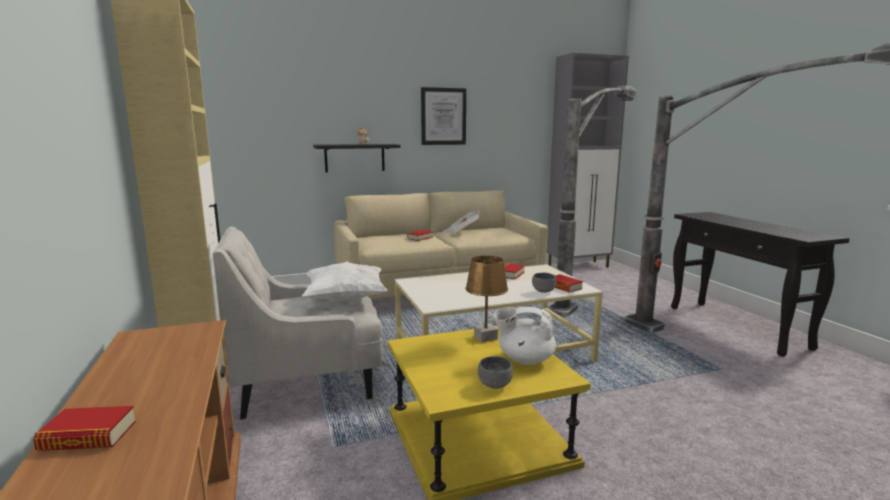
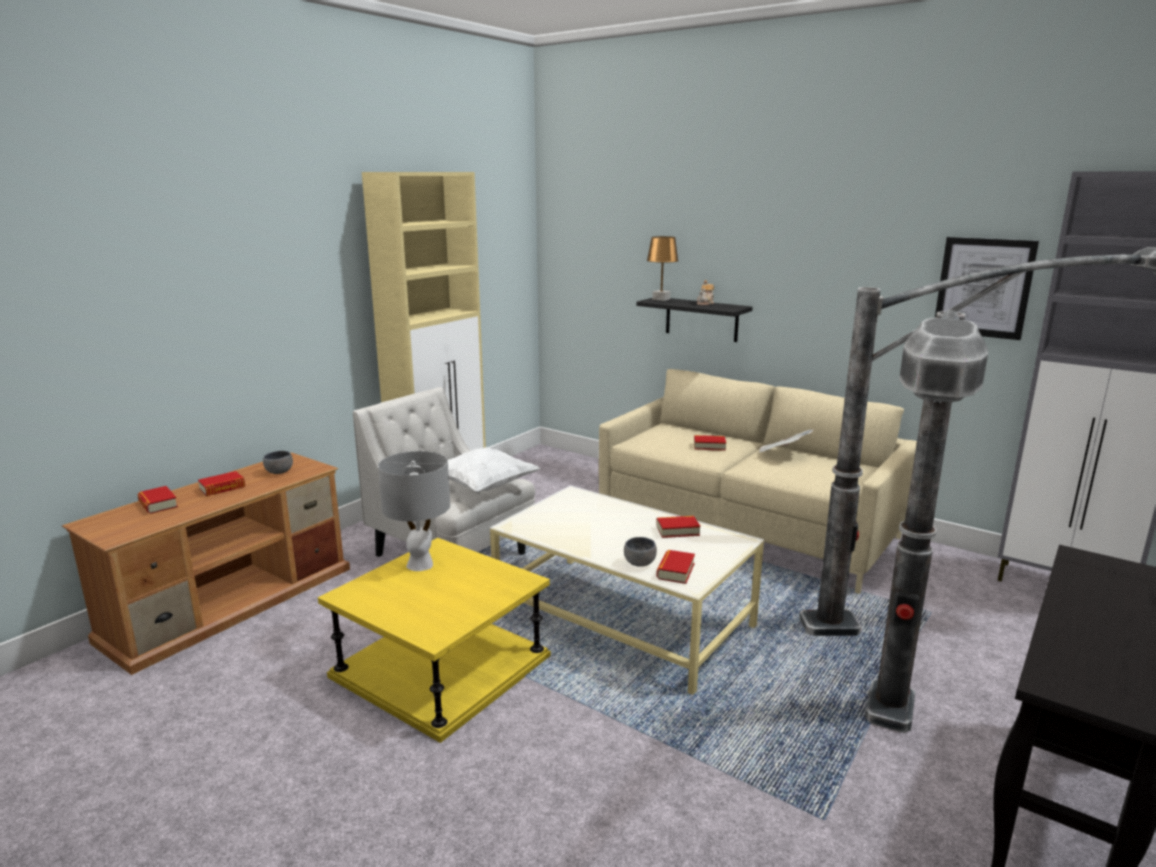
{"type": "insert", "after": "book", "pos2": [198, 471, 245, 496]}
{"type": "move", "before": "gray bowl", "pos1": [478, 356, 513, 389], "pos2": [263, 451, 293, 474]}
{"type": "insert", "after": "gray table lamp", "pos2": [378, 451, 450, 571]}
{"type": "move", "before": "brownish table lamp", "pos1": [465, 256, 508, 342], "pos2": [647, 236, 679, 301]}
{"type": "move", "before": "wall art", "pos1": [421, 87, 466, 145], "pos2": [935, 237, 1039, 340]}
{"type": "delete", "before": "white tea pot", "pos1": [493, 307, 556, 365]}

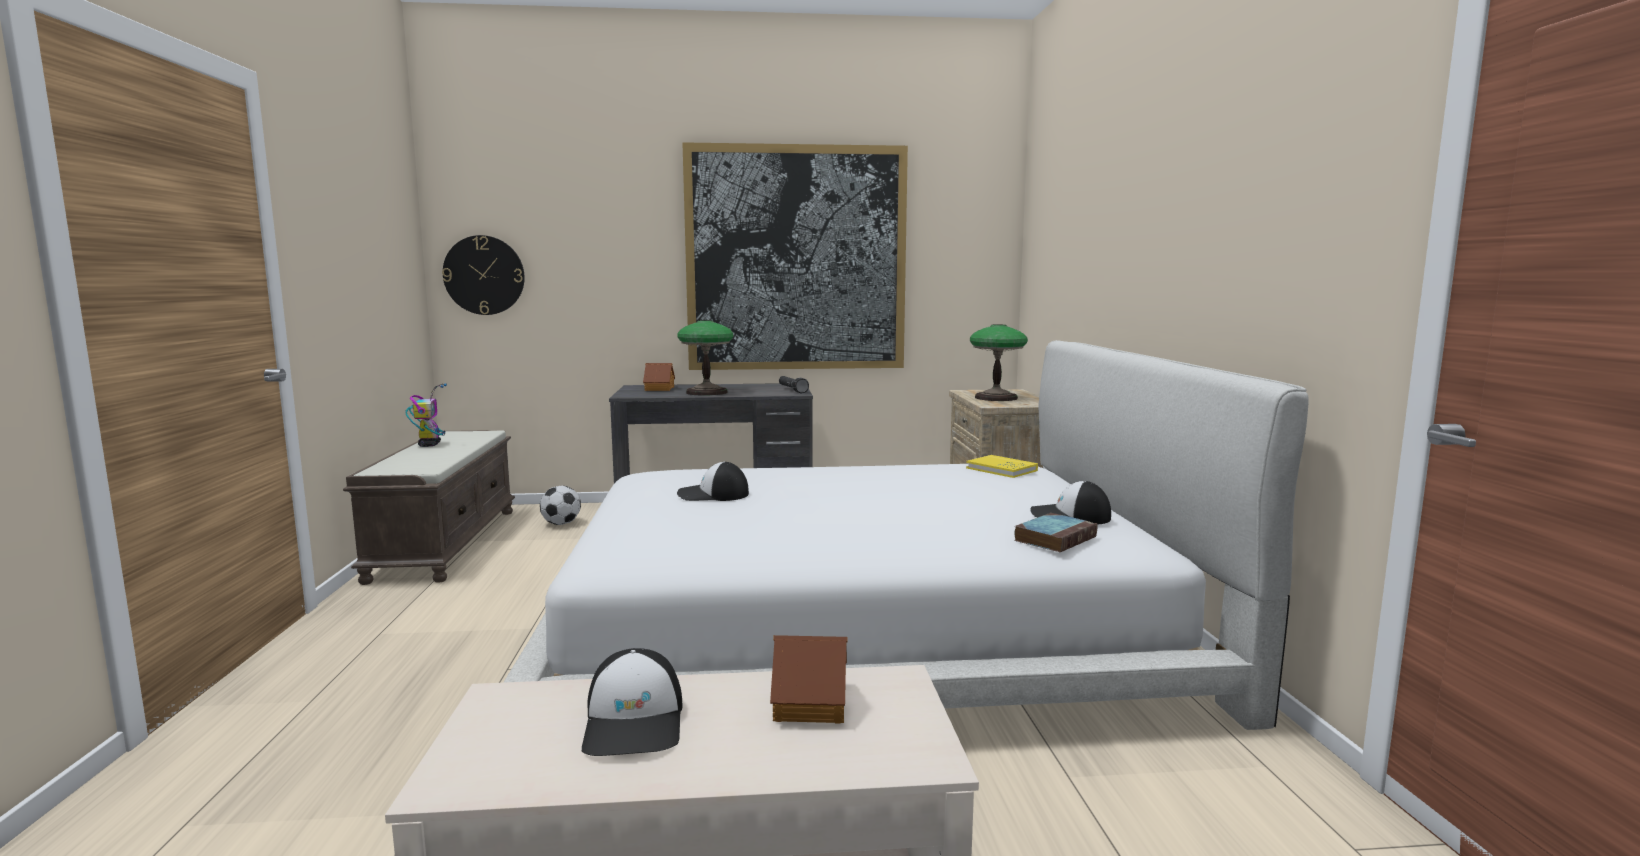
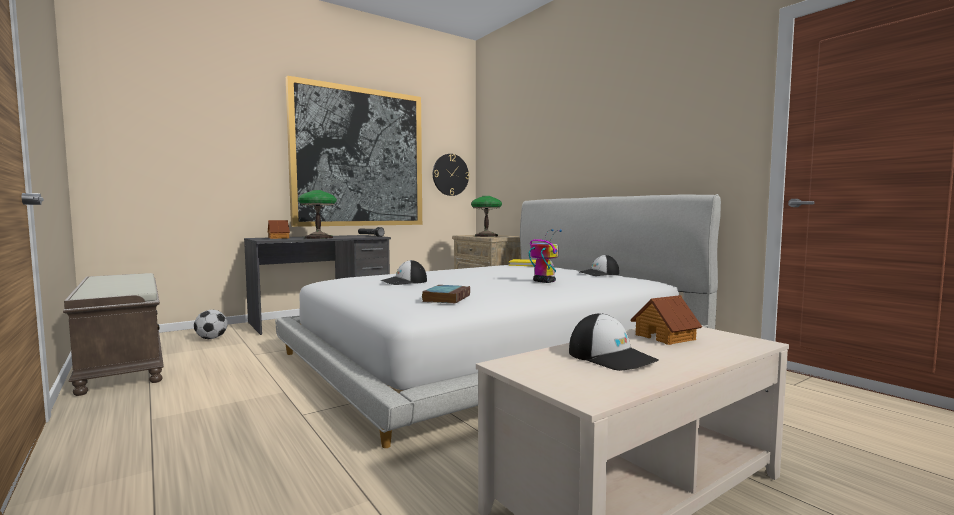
{"type": "move", "before": "book", "pos1": [1014, 513, 1098, 552], "pos2": [422, 285, 470, 304]}
{"type": "move", "before": "wall clock", "pos1": [442, 235, 525, 315], "pos2": [433, 154, 469, 196]}
{"type": "move", "before": "model robot", "pos1": [405, 383, 447, 447], "pos2": [529, 229, 562, 283]}

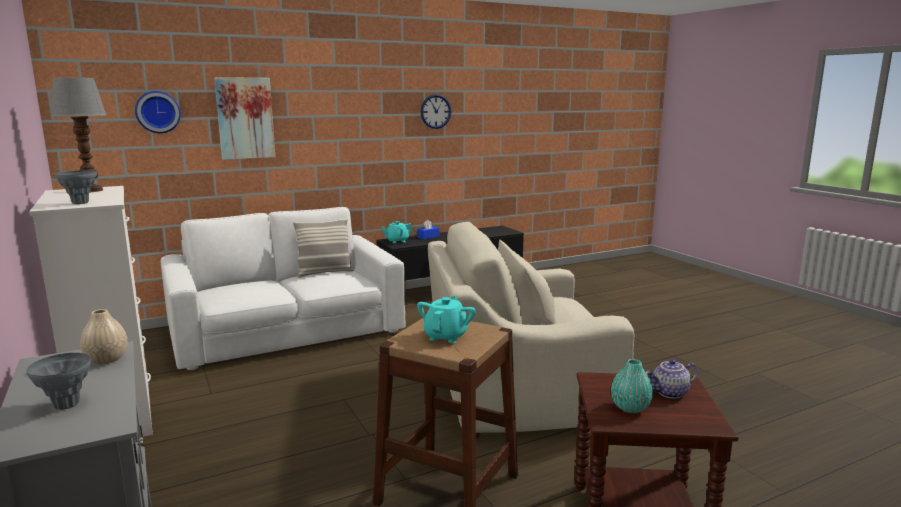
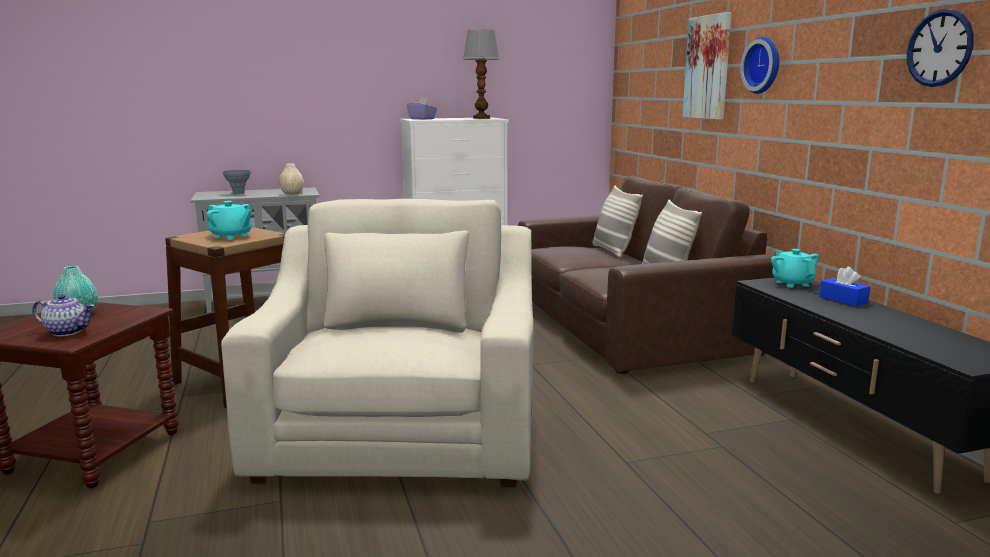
{"type": "rotate", "before": "tea pot", "pos1": [646, 359, 698, 399], "pos2": [32, 294, 94, 336], "turn": 105}
{"type": "replace", "before": "gray flower vase", "after": "purple-coloured tissue holder", "pos1": [54, 170, 97, 204], "pos2": [407, 97, 437, 120]}
{"type": "recolor", "before": "white settee", "after": "brownish settee", "pos1": [160, 207, 405, 370], "pos2": [518, 176, 776, 374]}
{"type": "insert", "after": "cushion", "pos2": [592, 185, 643, 258]}
{"type": "move", "before": "wall clock", "pos1": [135, 91, 181, 133], "pos2": [740, 37, 779, 94]}

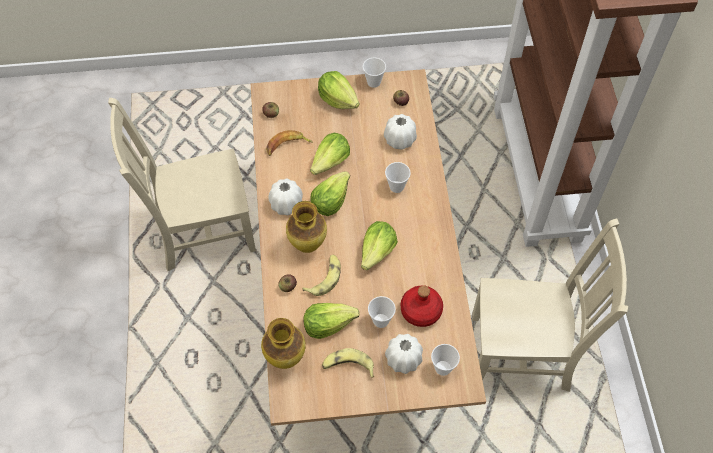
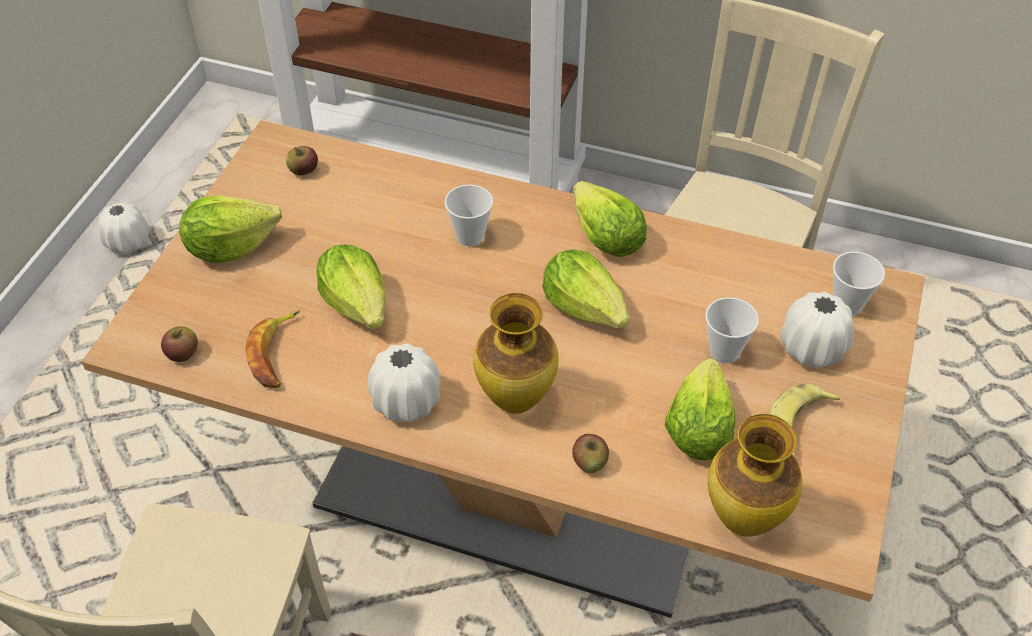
{"type": "move", "before": "white flower vase", "pos1": [384, 114, 417, 149], "pos2": [98, 202, 150, 254]}
{"type": "move", "before": "lettuce head", "pos1": [310, 171, 350, 216], "pos2": [574, 181, 647, 257]}
{"type": "delete", "before": "banana", "pos1": [302, 254, 341, 296]}
{"type": "delete", "before": "cup", "pos1": [363, 58, 386, 88]}
{"type": "delete", "before": "red bottle", "pos1": [401, 285, 443, 327]}

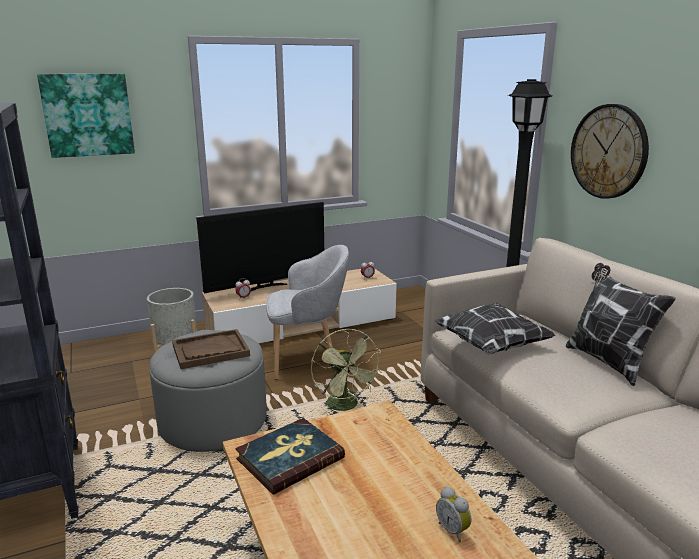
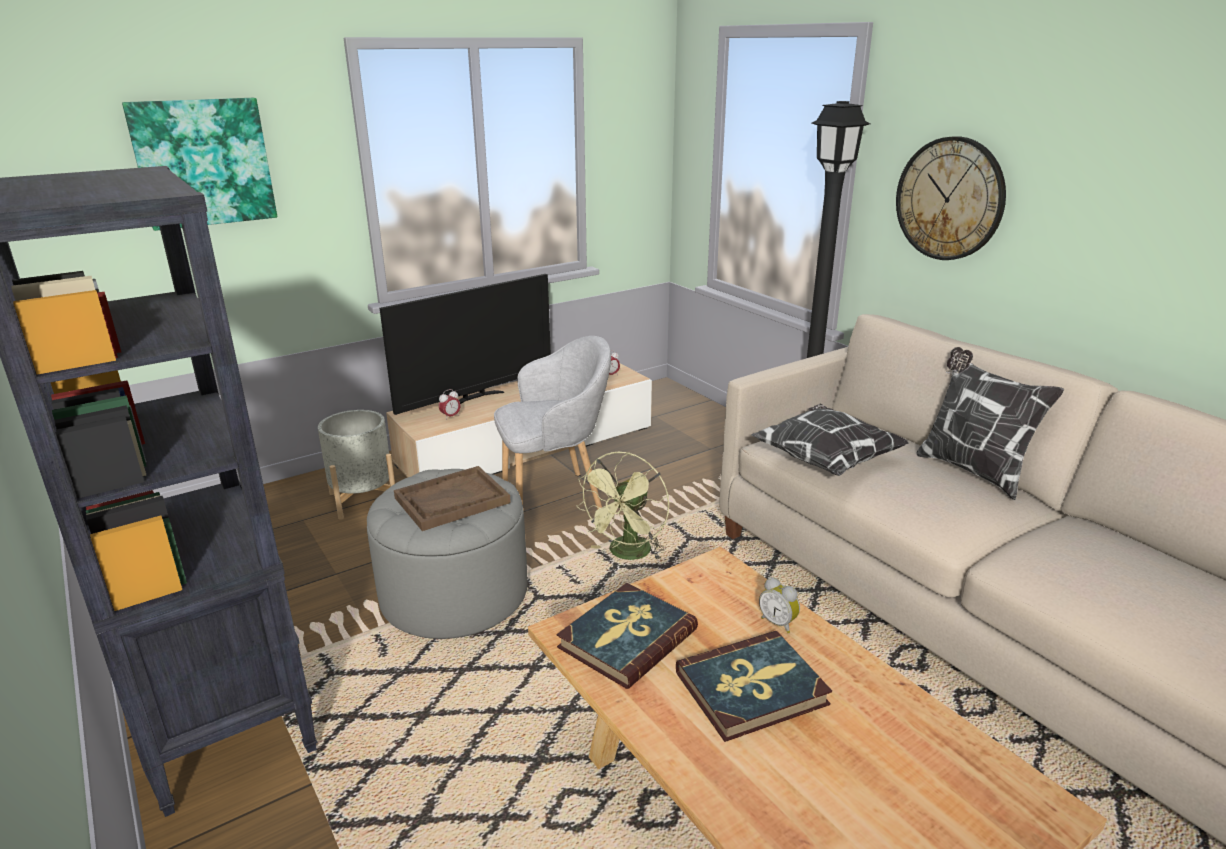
{"type": "rotate", "before": "greenish electric fan", "pos1": [311, 329, 382, 415], "pos2": [576, 452, 669, 561], "turn": 60}
{"type": "insert", "after": "book", "pos2": [676, 631, 832, 742]}
{"type": "move", "before": "alarm clock", "pos1": [436, 487, 471, 542], "pos2": [759, 577, 800, 633]}

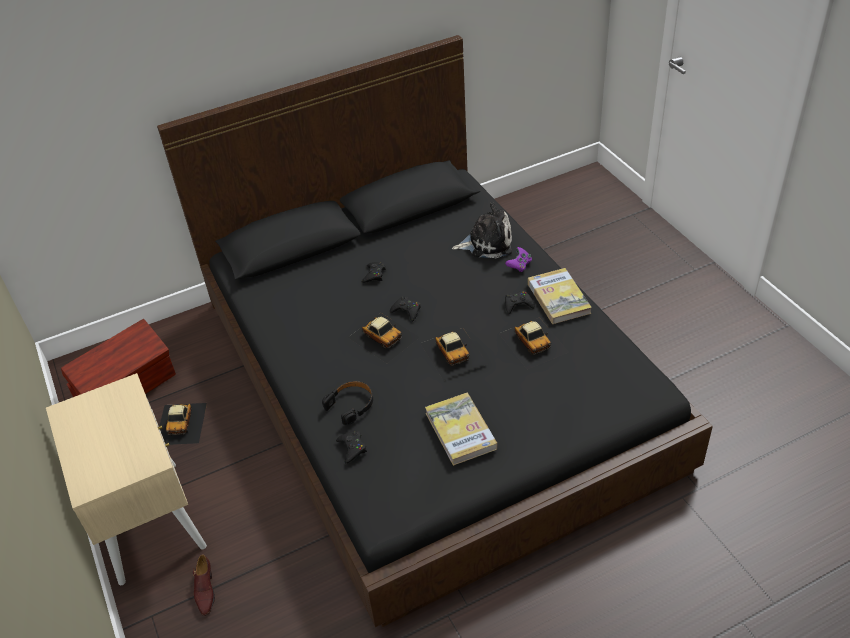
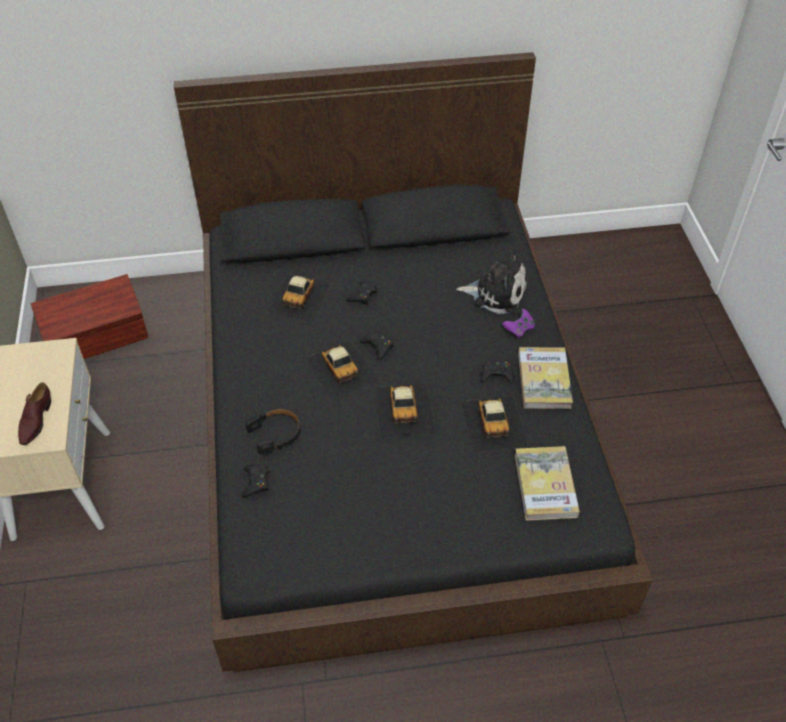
{"type": "move", "before": "brownish low shoe", "pos1": [193, 554, 215, 616], "pos2": [18, 382, 51, 445]}
{"type": "move", "before": "miniature car", "pos1": [159, 403, 207, 445], "pos2": [267, 274, 332, 323]}
{"type": "move", "before": "book", "pos1": [425, 393, 497, 466], "pos2": [515, 446, 580, 521]}

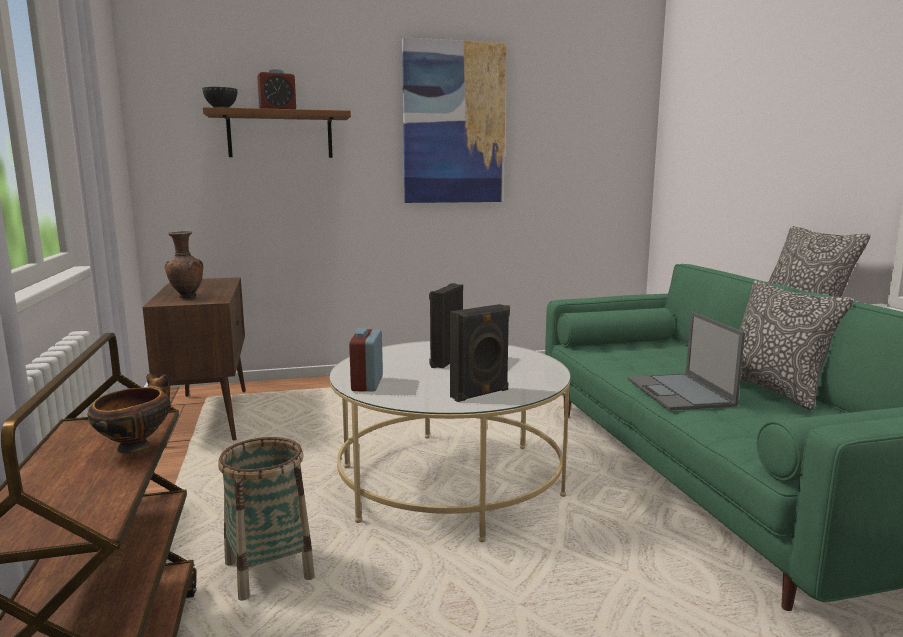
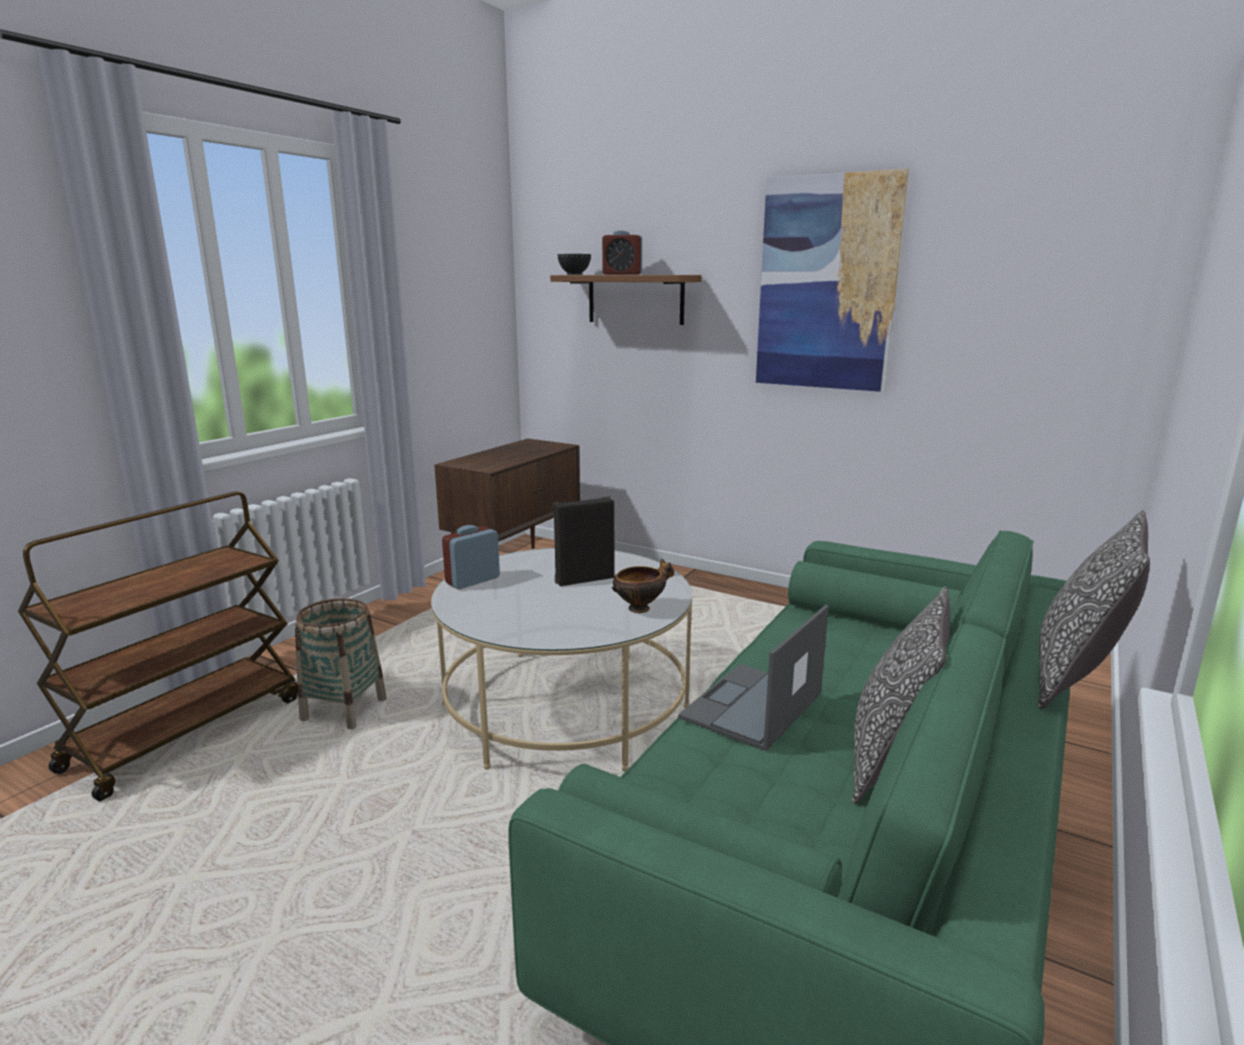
{"type": "move", "before": "bowl", "pos1": [87, 374, 171, 454], "pos2": [612, 559, 674, 613]}
{"type": "delete", "before": "brownish flower vase", "pos1": [165, 231, 203, 298]}
{"type": "delete", "before": "black speaker", "pos1": [450, 304, 510, 402]}

